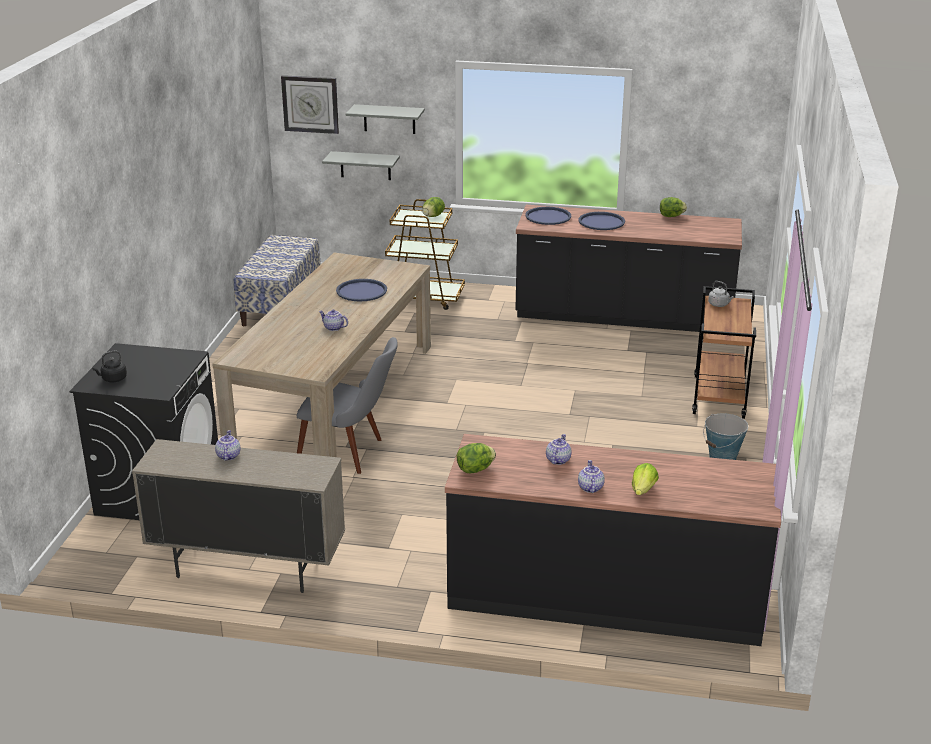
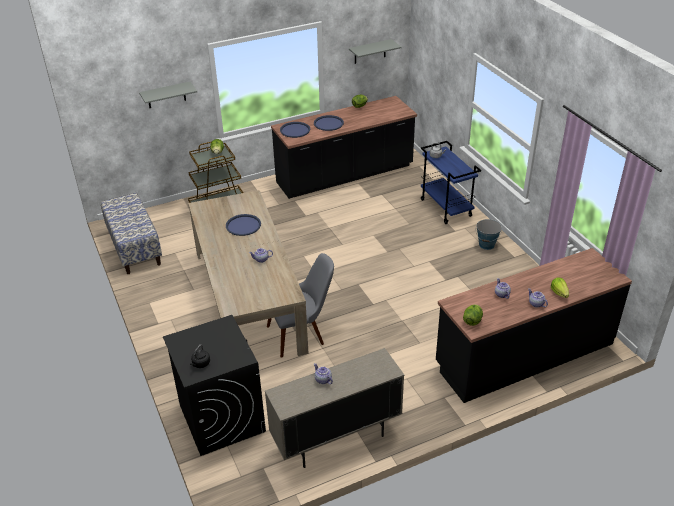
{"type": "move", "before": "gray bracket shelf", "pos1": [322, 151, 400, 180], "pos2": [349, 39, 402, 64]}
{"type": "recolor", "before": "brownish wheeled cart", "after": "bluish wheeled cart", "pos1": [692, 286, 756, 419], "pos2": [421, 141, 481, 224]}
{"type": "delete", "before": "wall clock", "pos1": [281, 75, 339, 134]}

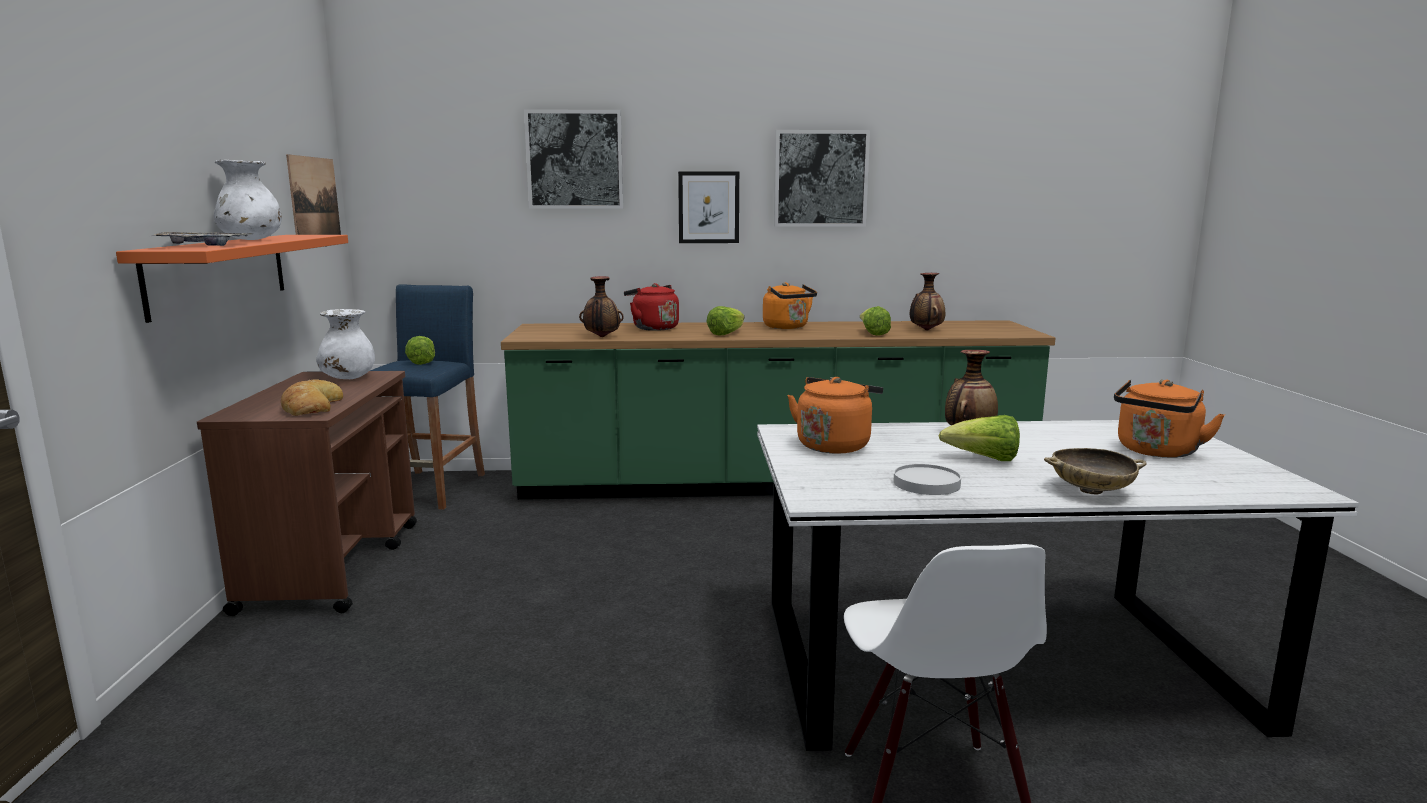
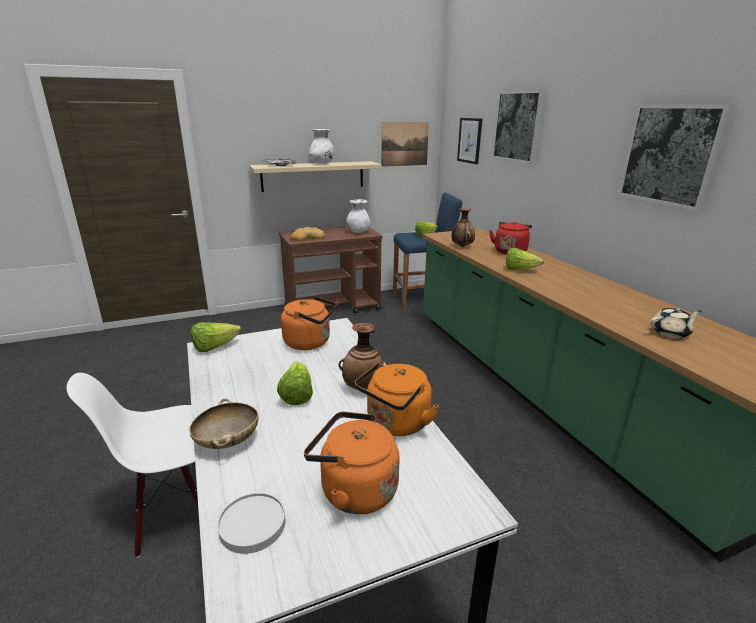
{"type": "move", "before": "lettuce head", "pos1": [860, 306, 891, 336], "pos2": [191, 322, 241, 352]}
{"type": "move", "before": "white flat dish", "pos1": [893, 464, 961, 495], "pos2": [217, 493, 286, 554]}
{"type": "recolor", "before": "orange bracket shelf", "after": "beige bracket shelf", "pos1": [116, 235, 348, 323], "pos2": [249, 161, 382, 192]}
{"type": "move", "before": "orange water kettle", "pos1": [763, 282, 817, 329], "pos2": [355, 363, 439, 436]}
{"type": "move", "before": "wall art", "pos1": [678, 171, 739, 243], "pos2": [457, 118, 482, 164]}
{"type": "replace", "before": "flower vase", "after": "beige tea pot", "pos1": [910, 273, 945, 330], "pos2": [650, 307, 701, 339]}

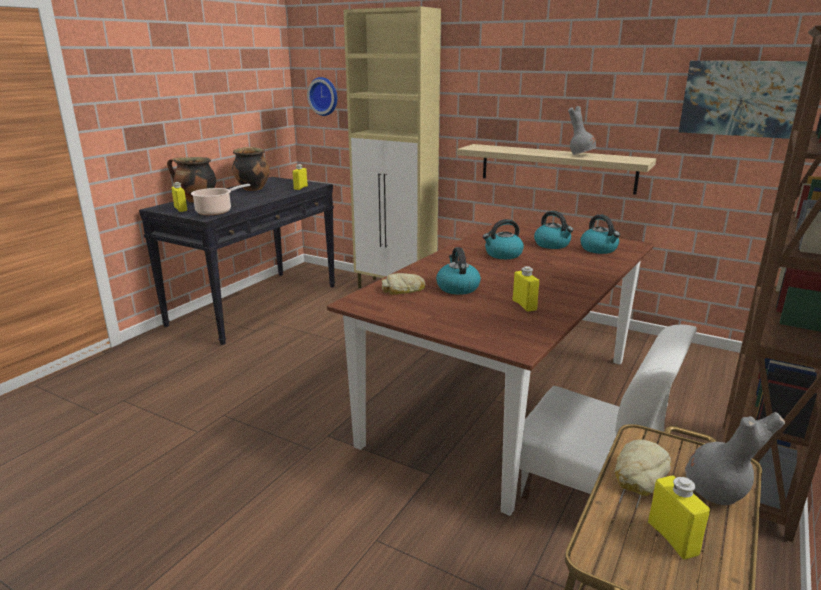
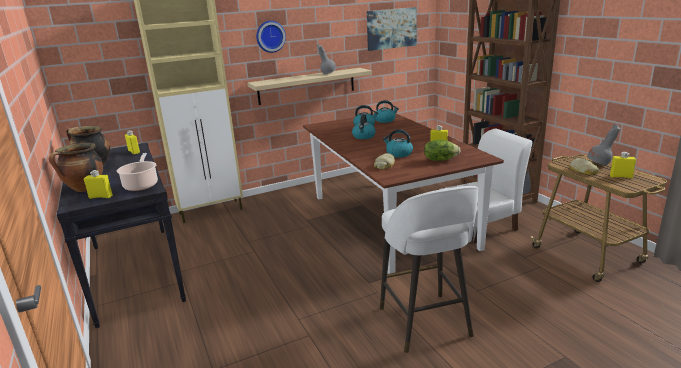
{"type": "move", "before": "wall clock", "pos1": [307, 77, 337, 116], "pos2": [256, 21, 286, 53]}
{"type": "insert", "after": "white sitting stool", "pos2": [380, 186, 478, 353]}
{"type": "insert", "after": "lettuce head", "pos2": [424, 140, 461, 161]}

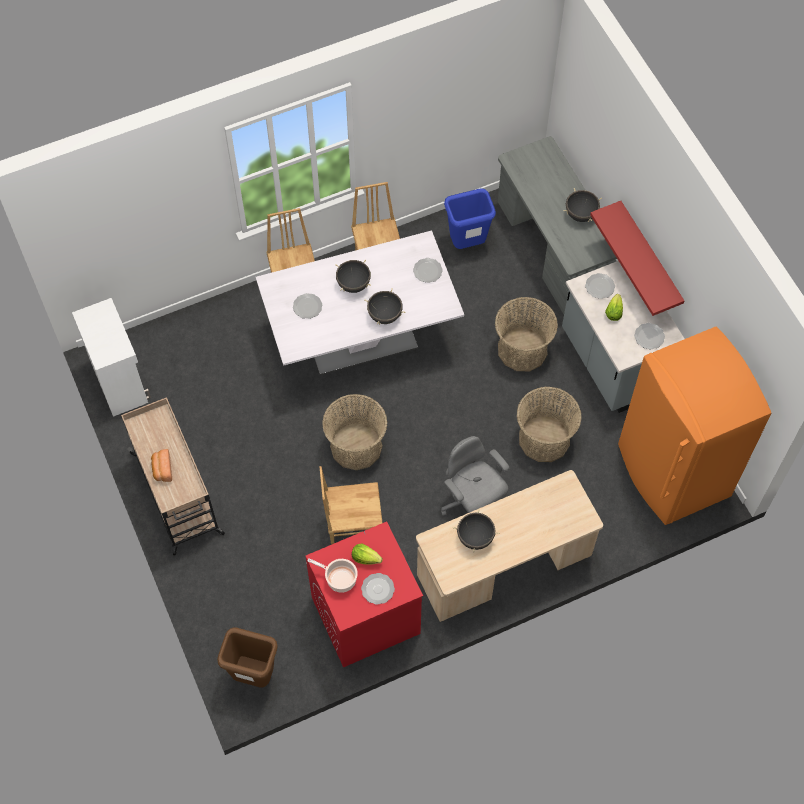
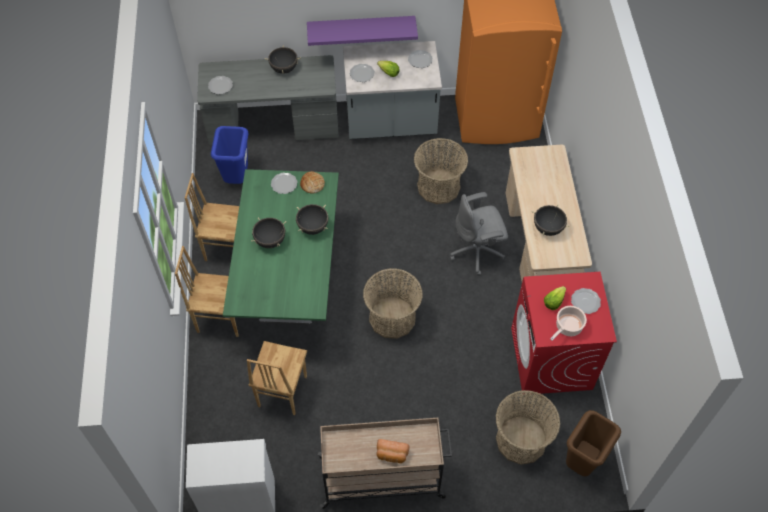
{"type": "move", "before": "flat dish", "pos1": [293, 293, 322, 319], "pos2": [208, 76, 233, 94]}
{"type": "recolor", "before": "white dining table", "after": "greenish dining table", "pos1": [256, 230, 464, 375], "pos2": [223, 169, 339, 325]}
{"type": "move", "before": "brownish chair", "pos1": [320, 466, 383, 545], "pos2": [247, 341, 307, 415]}
{"type": "insert", "after": "bakery bread", "pos2": [300, 171, 325, 194]}
{"type": "recolor", "before": "red bracket shelf", "after": "purple-coloured bracket shelf", "pos1": [590, 201, 684, 316], "pos2": [307, 16, 418, 46]}
{"type": "move", "before": "basket", "pos1": [495, 297, 558, 371], "pos2": [495, 390, 560, 465]}

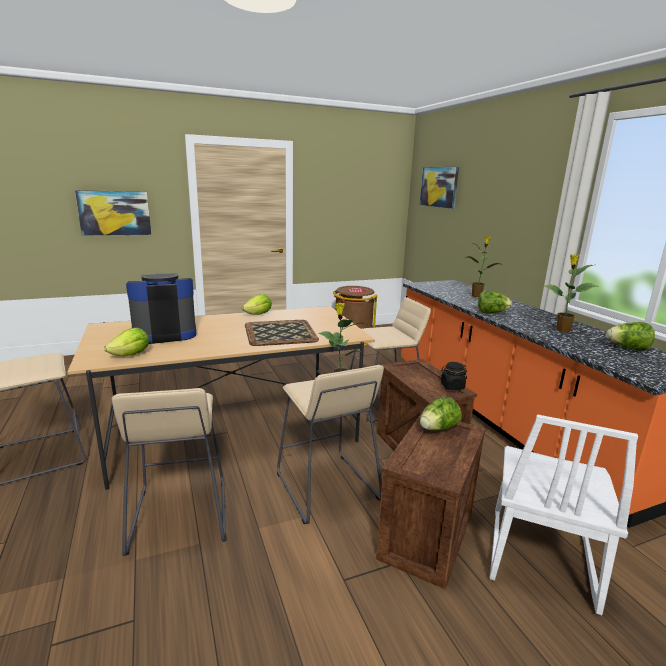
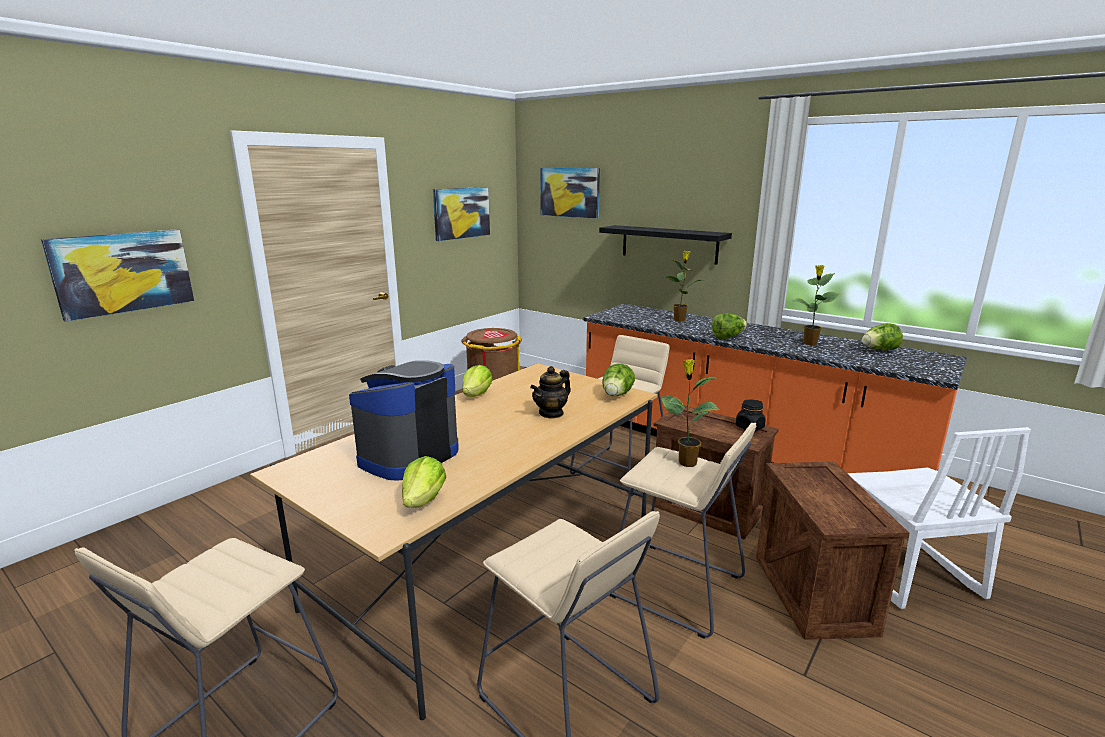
{"type": "insert", "after": "wall art", "pos2": [433, 187, 490, 241]}
{"type": "replace", "before": "serving tray", "after": "tea pot", "pos1": [245, 320, 319, 346], "pos2": [530, 366, 571, 419]}
{"type": "insert", "after": "black bracket shelf", "pos2": [599, 225, 732, 265]}
{"type": "move", "before": "lettuce head", "pos1": [420, 397, 462, 431], "pos2": [602, 364, 635, 396]}

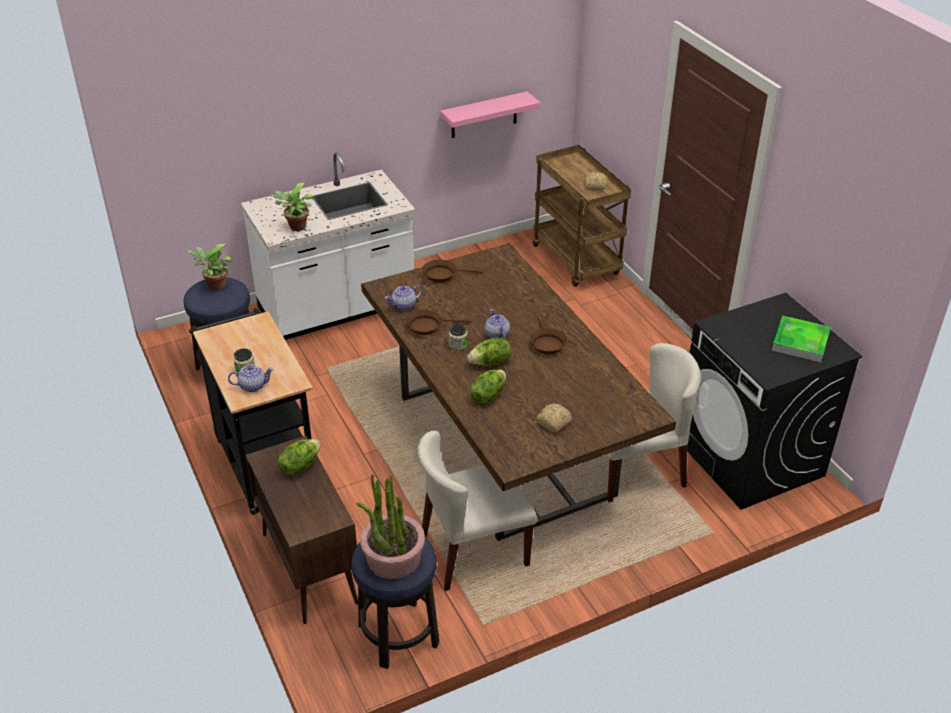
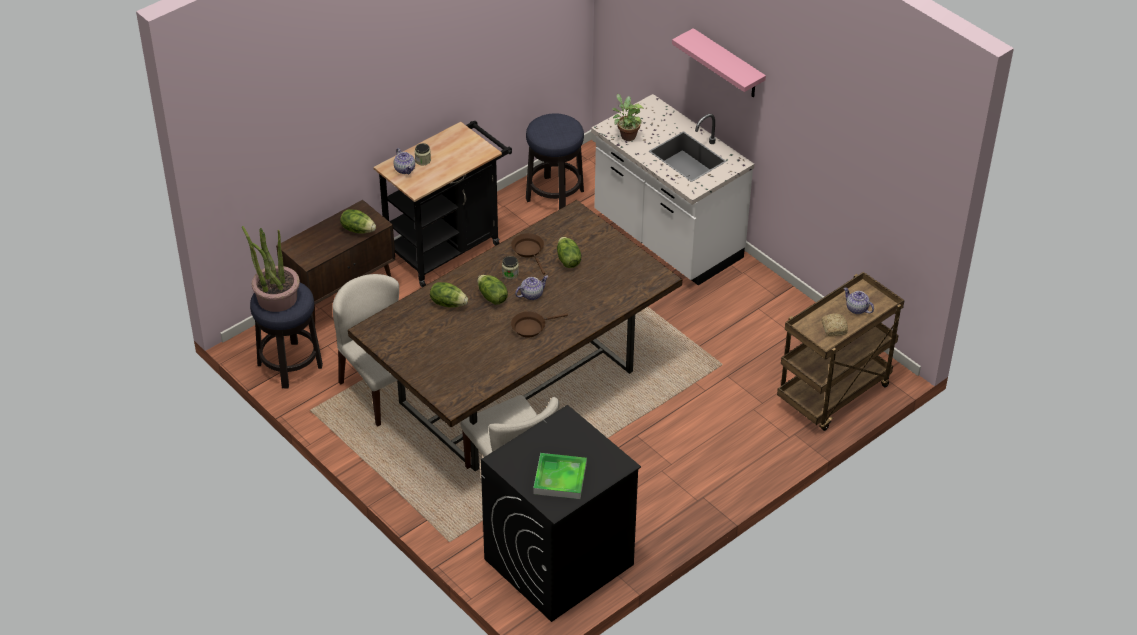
{"type": "insert", "after": "lettuce head", "pos2": [557, 237, 581, 268]}
{"type": "move", "before": "pinkish bracket shelf", "pos1": [440, 91, 540, 138], "pos2": [672, 28, 766, 98]}
{"type": "move", "before": "tea pot", "pos1": [385, 285, 422, 311], "pos2": [844, 287, 874, 314]}
{"type": "delete", "before": "plant in a pot", "pos1": [186, 244, 233, 291]}
{"type": "delete", "before": "brownish skillet", "pos1": [422, 260, 483, 283]}
{"type": "delete", "before": "bakery bread", "pos1": [536, 403, 572, 433]}

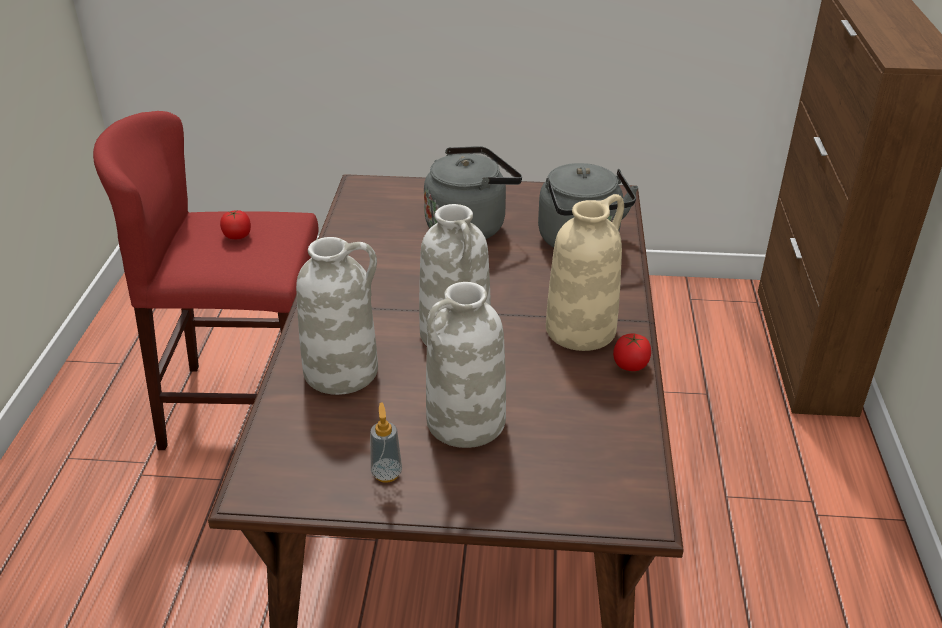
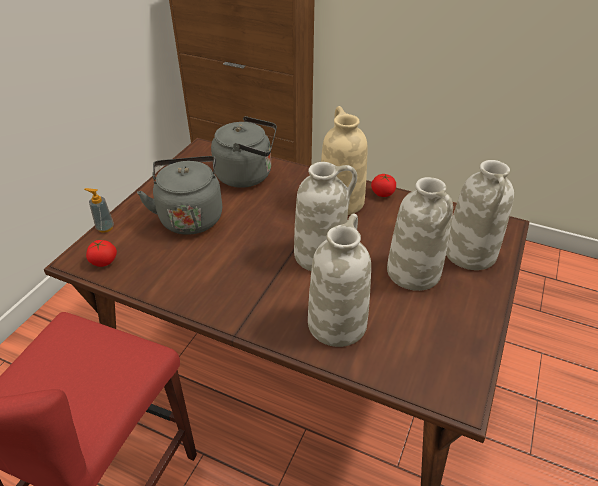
{"type": "move", "before": "soap bottle", "pos1": [370, 402, 402, 483], "pos2": [84, 188, 114, 233]}
{"type": "move", "before": "tomato", "pos1": [220, 210, 251, 239], "pos2": [86, 240, 117, 267]}
{"type": "insert", "after": "white flower vase", "pos2": [446, 160, 514, 270]}

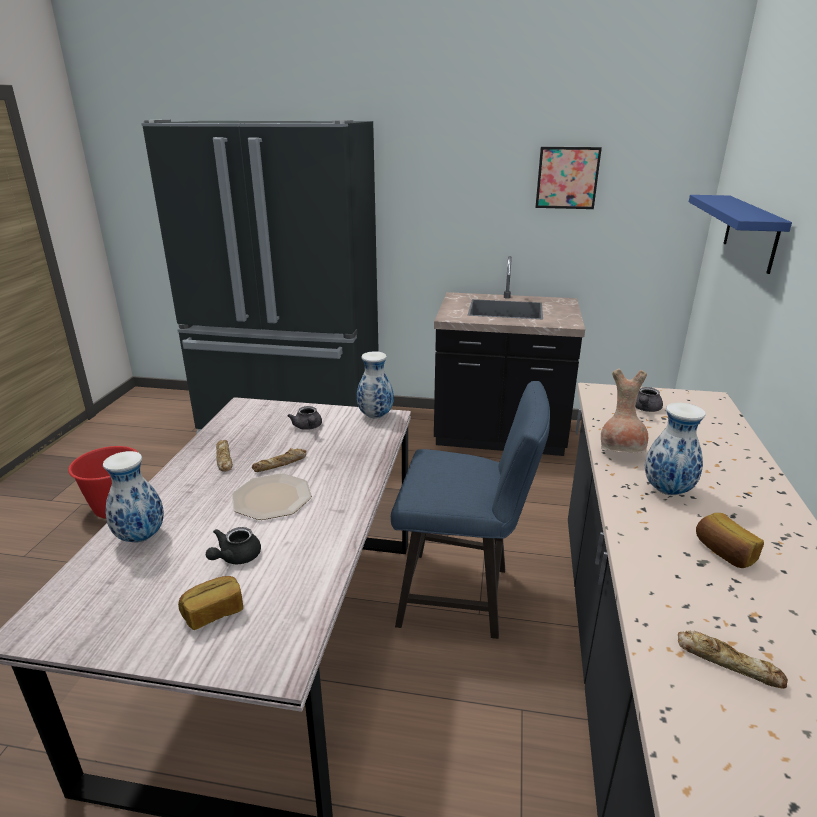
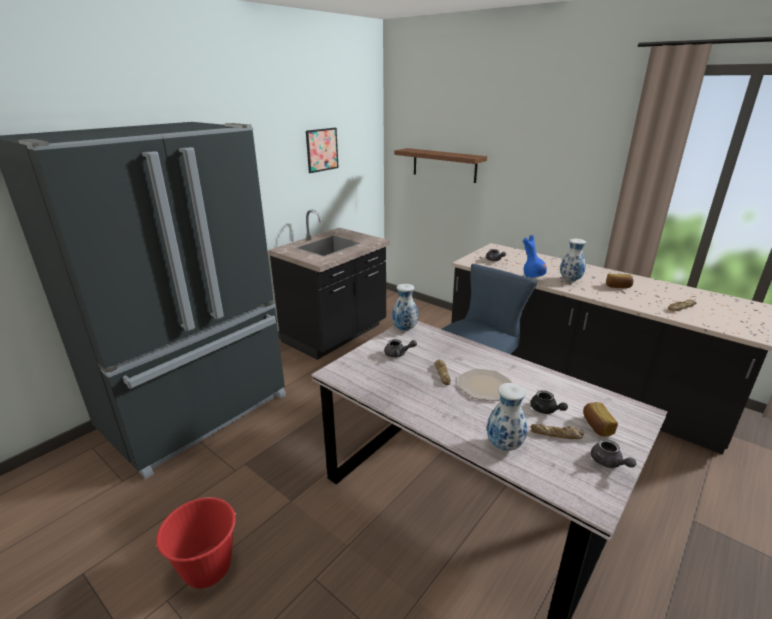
{"type": "recolor", "before": "bluish bracket shelf", "after": "brownish bracket shelf", "pos1": [689, 195, 792, 274], "pos2": [394, 148, 487, 183]}
{"type": "recolor", "before": "brownish flower vase", "after": "bluish flower vase", "pos1": [601, 369, 648, 453], "pos2": [523, 235, 547, 279]}
{"type": "move", "before": "bakery bread", "pos1": [216, 440, 233, 472], "pos2": [531, 424, 584, 439]}
{"type": "insert", "after": "gray tea pot", "pos2": [591, 439, 636, 468]}

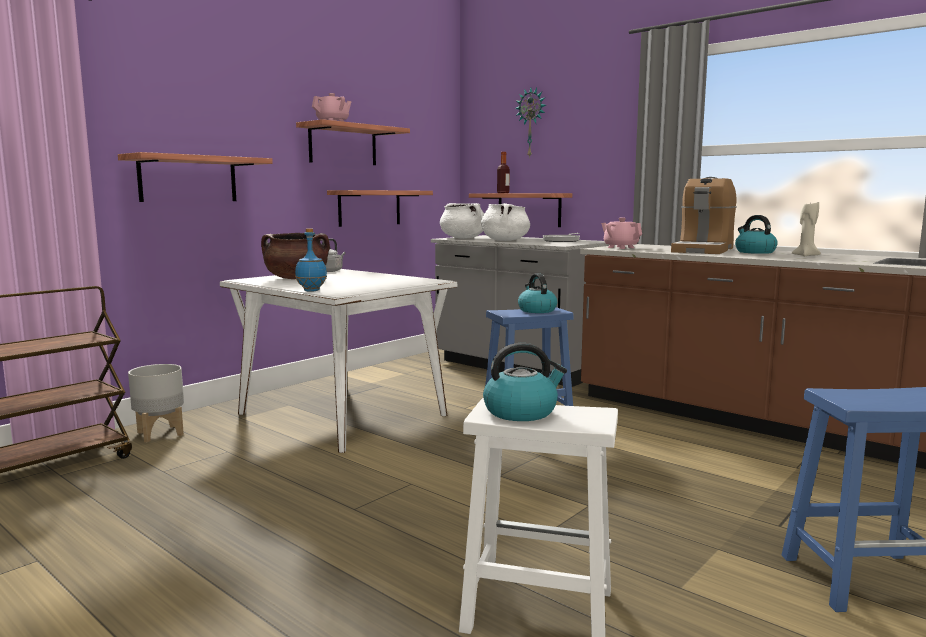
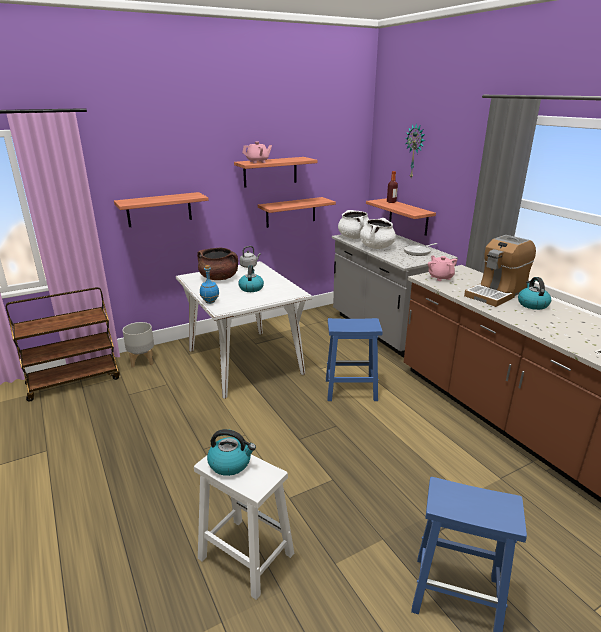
{"type": "move", "before": "water kettle", "pos1": [518, 273, 557, 313], "pos2": [238, 265, 264, 292]}
{"type": "delete", "before": "beige candle", "pos1": [792, 200, 821, 256]}

